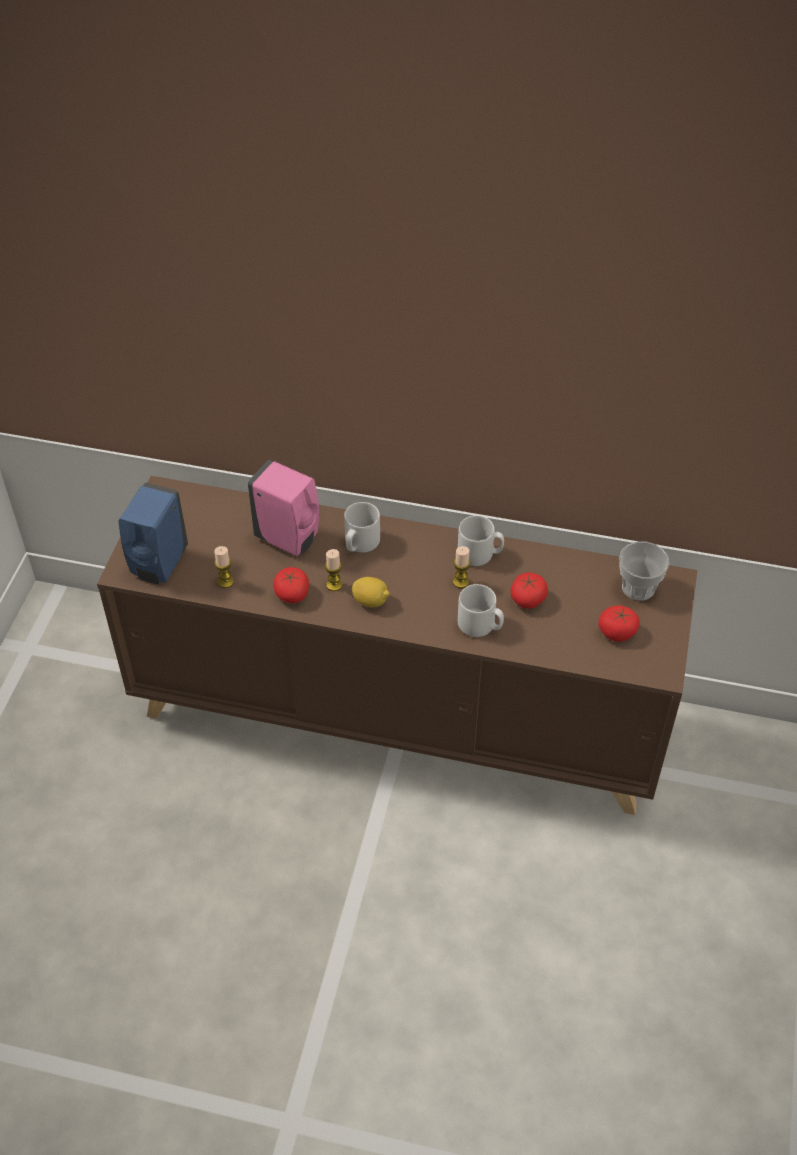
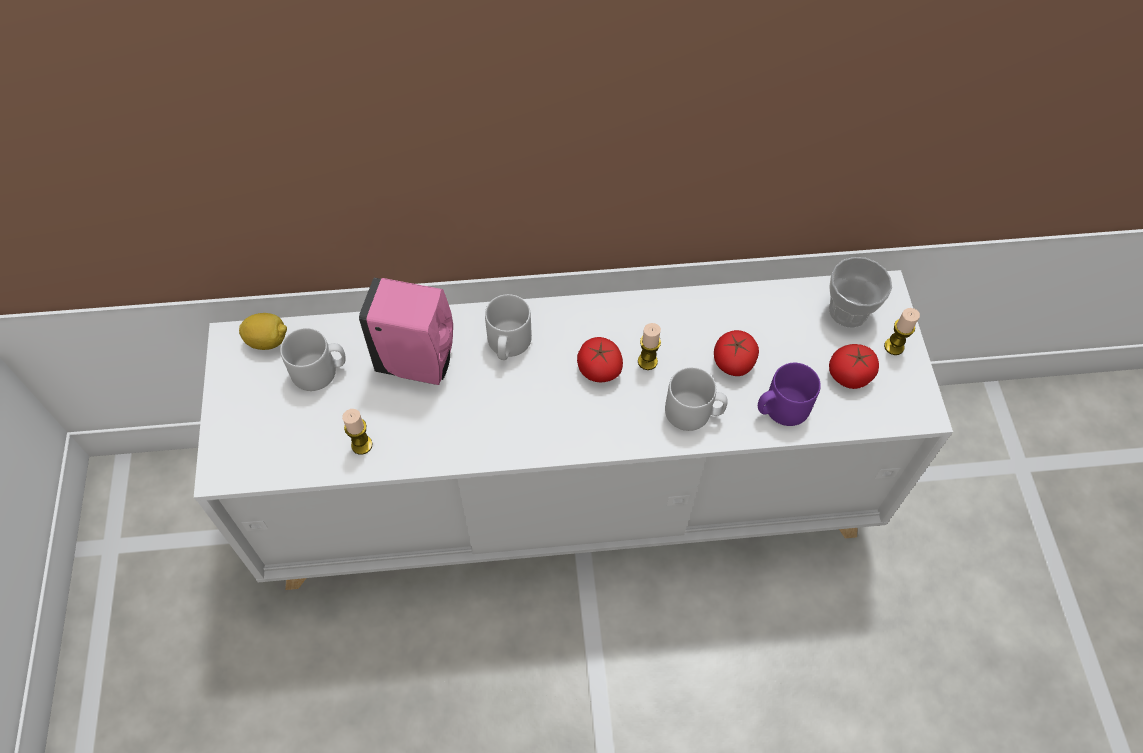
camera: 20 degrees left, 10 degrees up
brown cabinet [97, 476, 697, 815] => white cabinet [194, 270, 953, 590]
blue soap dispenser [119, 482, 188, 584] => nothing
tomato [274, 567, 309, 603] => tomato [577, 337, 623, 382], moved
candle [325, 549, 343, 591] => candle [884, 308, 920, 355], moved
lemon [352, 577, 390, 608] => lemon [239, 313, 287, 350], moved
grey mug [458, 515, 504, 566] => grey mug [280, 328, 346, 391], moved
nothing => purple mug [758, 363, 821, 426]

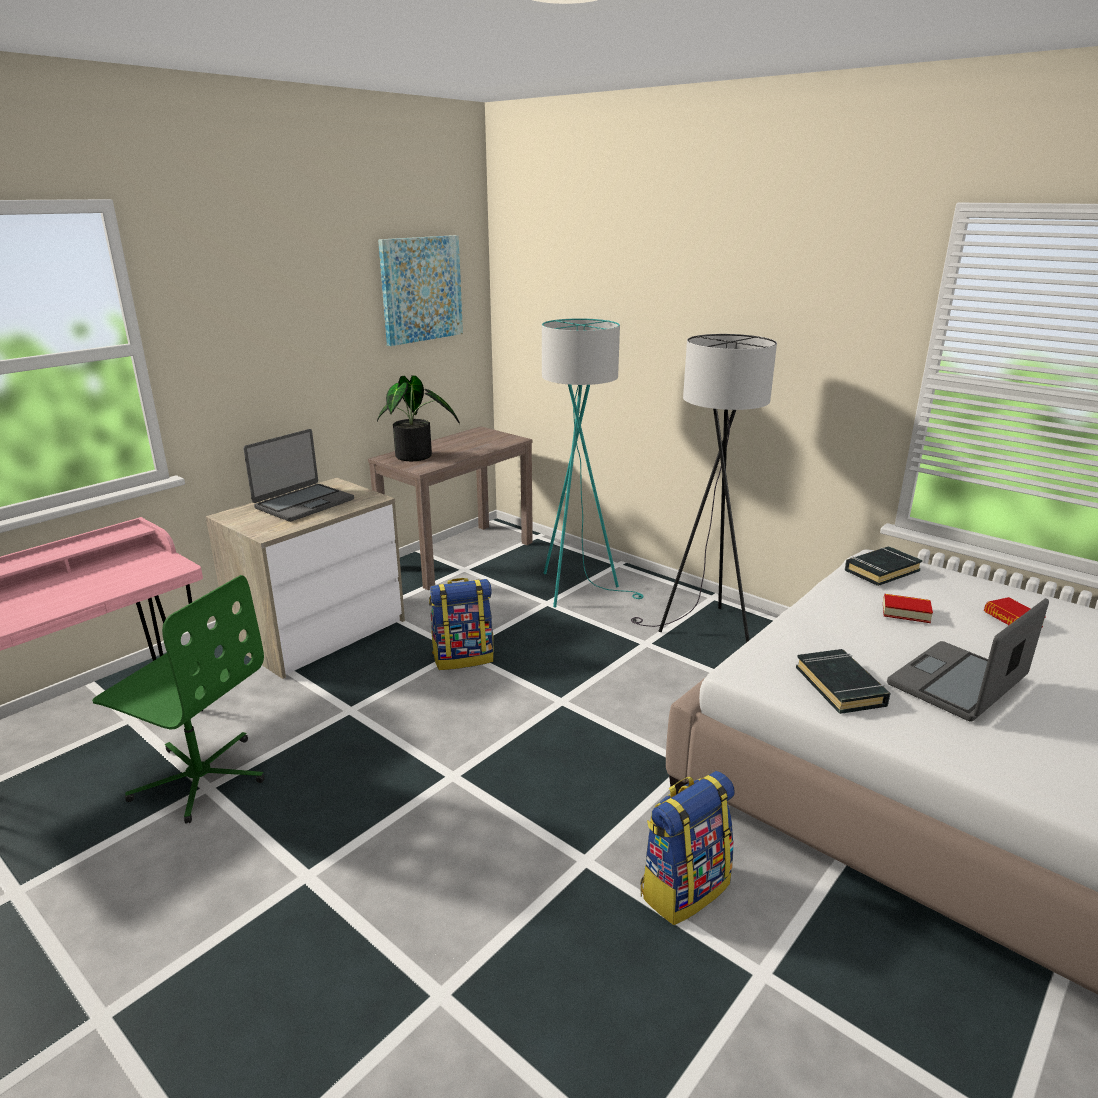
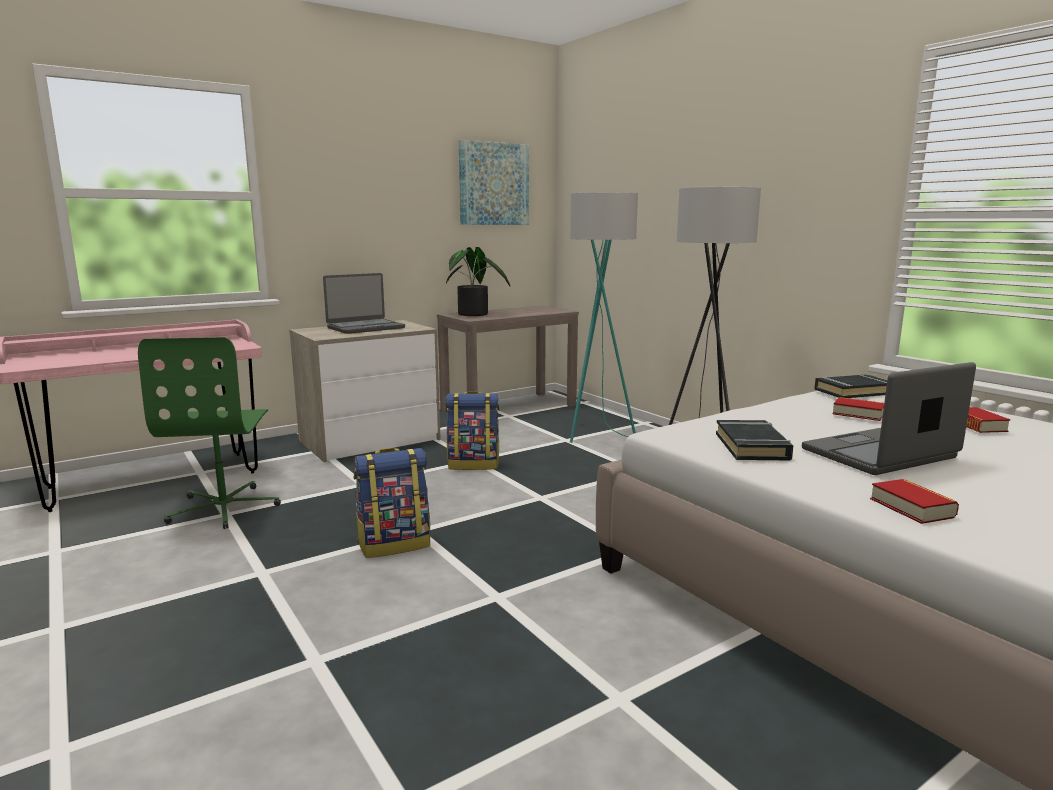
camera: 15 degrees right, 10 degrees down
green office chair [92, 575, 265, 824] => green office chair [138, 337, 281, 529], 45 degrees clockwise
backpack [640, 771, 735, 925] => backpack [354, 448, 430, 558], moved
nothing => book [870, 479, 959, 524]

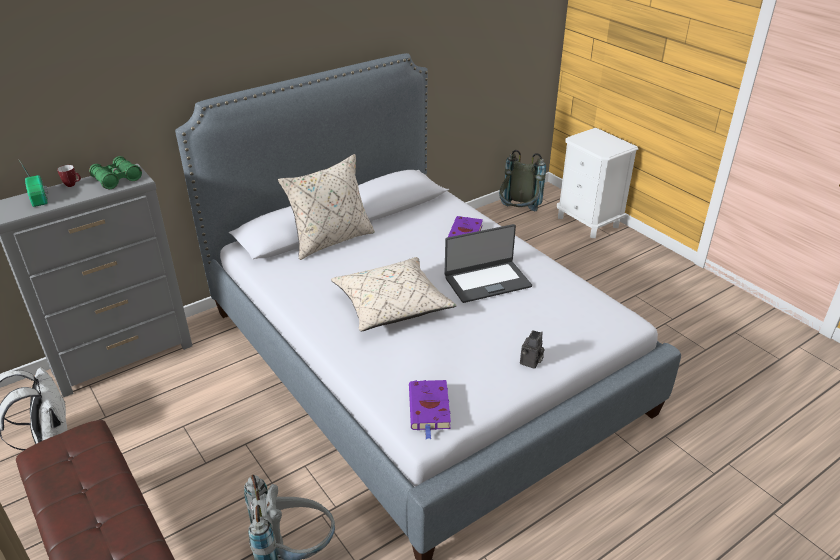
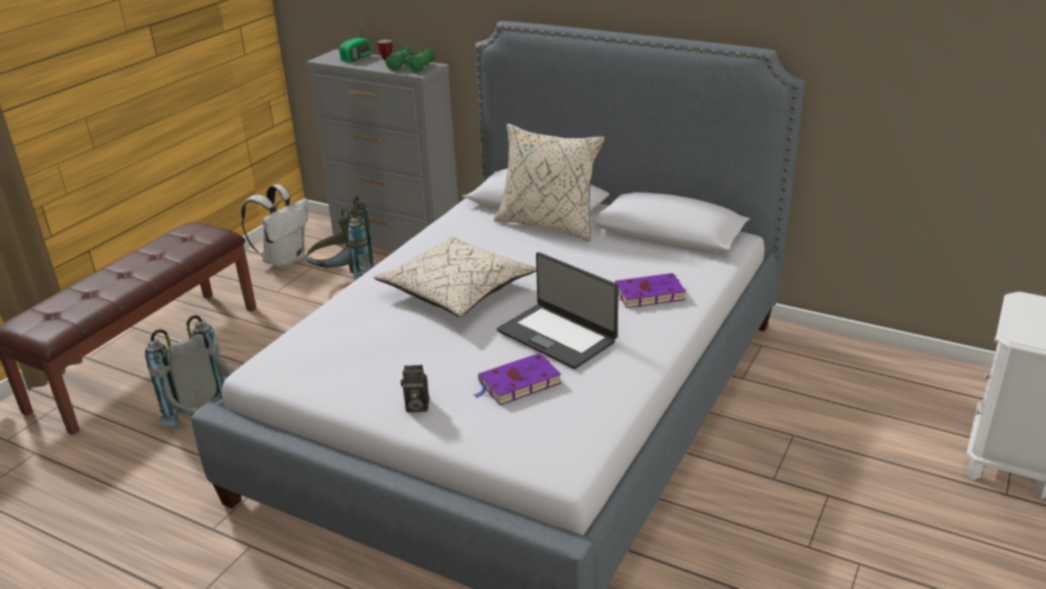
camera: 65 degrees right, 5 degrees down
purple book [409, 380, 451, 439] => purple book [474, 353, 561, 405], moved
grey backpack [499, 150, 546, 211] => grey backpack [306, 195, 374, 280], moved

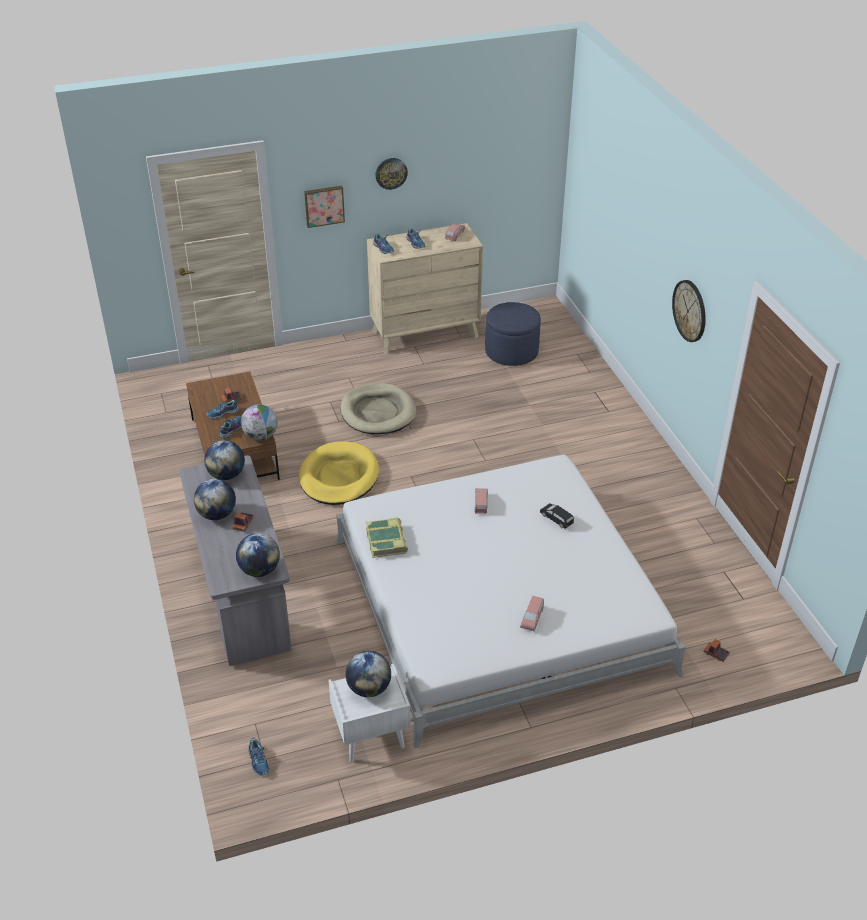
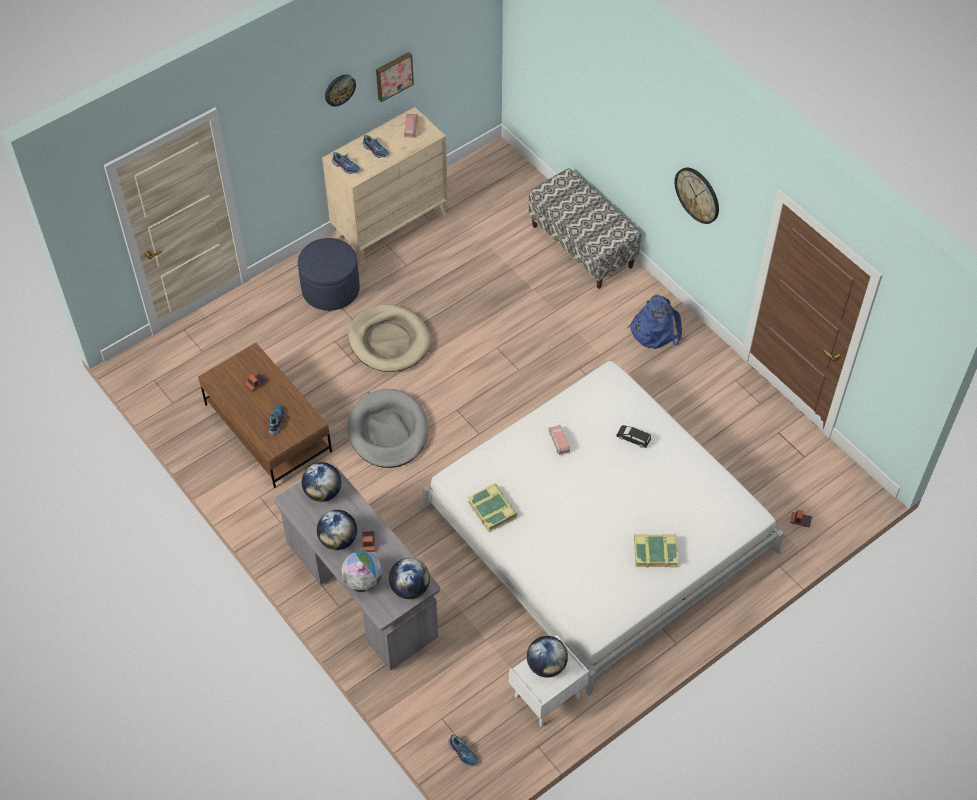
camera: 20 degrees left, 15 degrees up
shoe [206, 400, 239, 419] => nothing
globe [241, 404, 278, 441] => globe [341, 551, 382, 592], moved
yellow dog bed [299, 441, 379, 505] => grey dog bed [347, 389, 428, 468]
picture [304, 186, 345, 228] => picture [376, 52, 414, 102], moved
blue ottoman [485, 302, 541, 366] => blue ottoman [298, 238, 360, 311], moved
pink toy car [520, 596, 544, 631] => book [634, 534, 679, 567]
nothing => bench [528, 168, 641, 289]
nothing => blue backpack [627, 294, 682, 349]

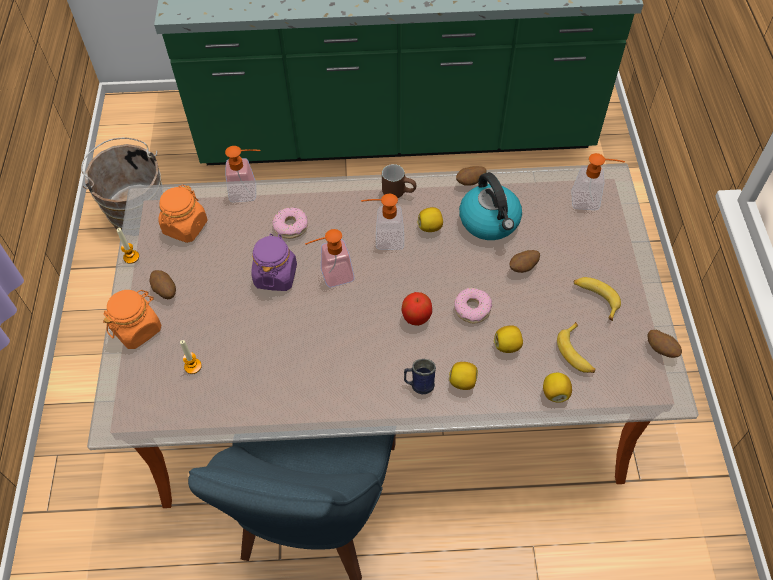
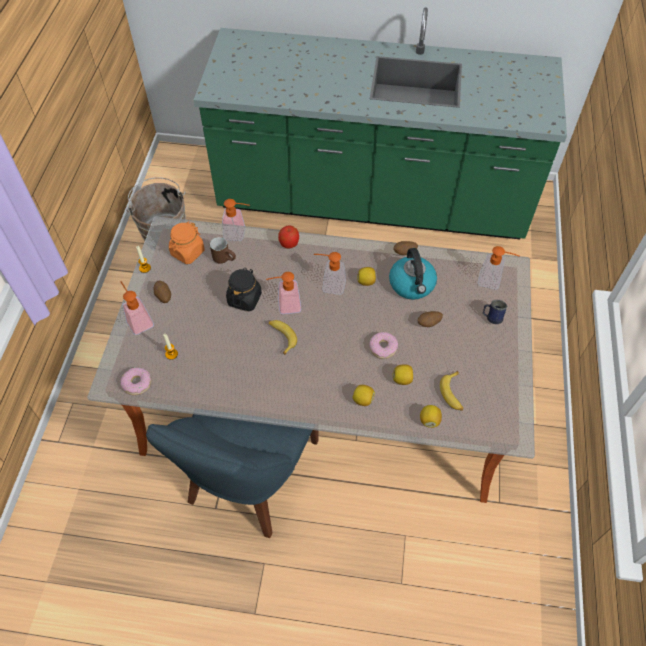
camera: 10 degrees right, 0 degrees up
orange jar [103, 290, 161, 349] => soap dispenser [120, 281, 154, 335]
purple jar [251, 233, 297, 291] => black jar [226, 267, 262, 311]
donut [272, 208, 308, 239] => donut [121, 367, 151, 395], moved
brown mug [382, 164, 416, 198] => brown mug [210, 237, 236, 264], moved
apple [401, 292, 432, 326] => apple [278, 225, 299, 249], moved
blue mug [404, 359, 436, 394] => blue mug [483, 300, 507, 324], moved
banana [574, 277, 621, 321] => banana [269, 320, 297, 355], moved
potato [647, 330, 682, 358] => nothing

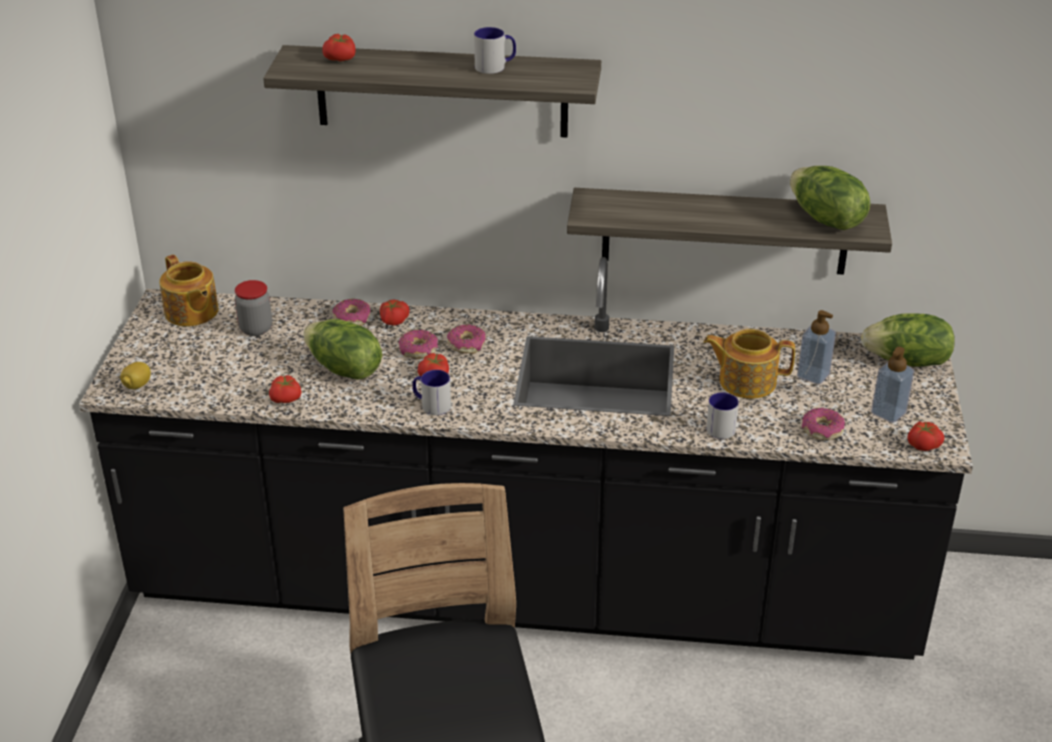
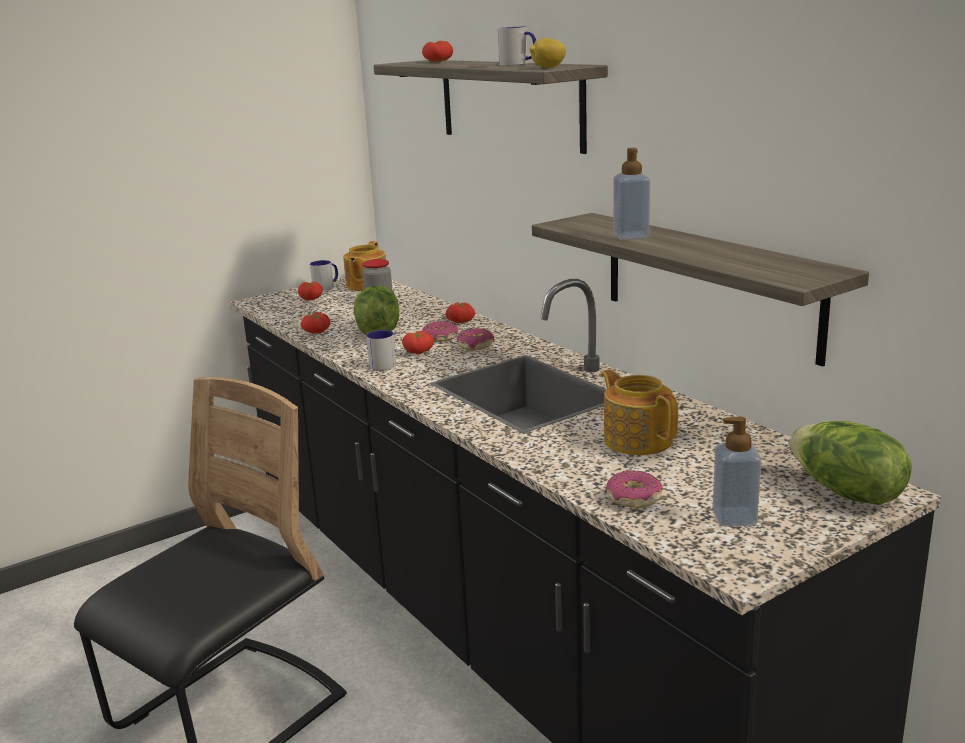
camera: 50 degrees right, 15 degrees down
lemon [120, 362, 151, 389] => lemon [529, 38, 566, 68], moved
donut [332, 299, 371, 326] => nothing
mug [706, 392, 739, 439] => mug [310, 260, 338, 291], moved
lettuce [790, 166, 871, 230] => nothing
soap dispenser [797, 310, 836, 385] => soap dispenser [613, 148, 650, 240], moved
tomato [907, 421, 944, 451] => tomato [298, 282, 323, 300], moved

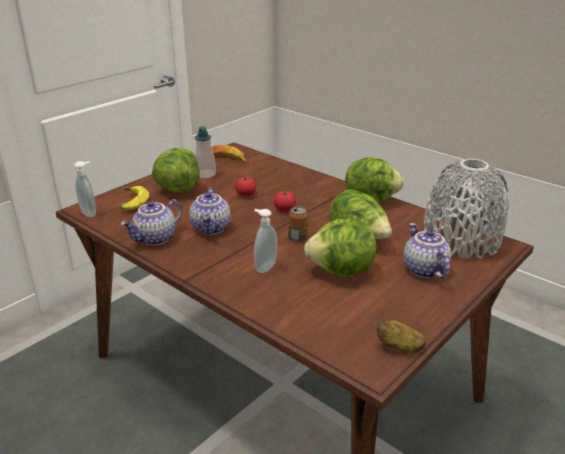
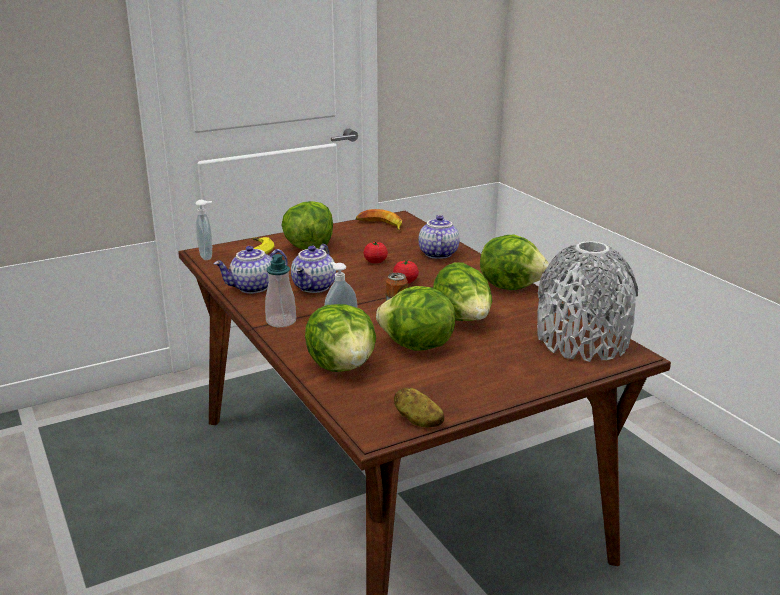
camera: 20 degrees right, 5 degrees down
soap dispenser [195, 126, 216, 178] => soap dispenser [265, 254, 296, 327], moved
teapot [403, 223, 451, 278] => teapot [419, 215, 460, 259], moved
nothing => lettuce [305, 304, 376, 372]

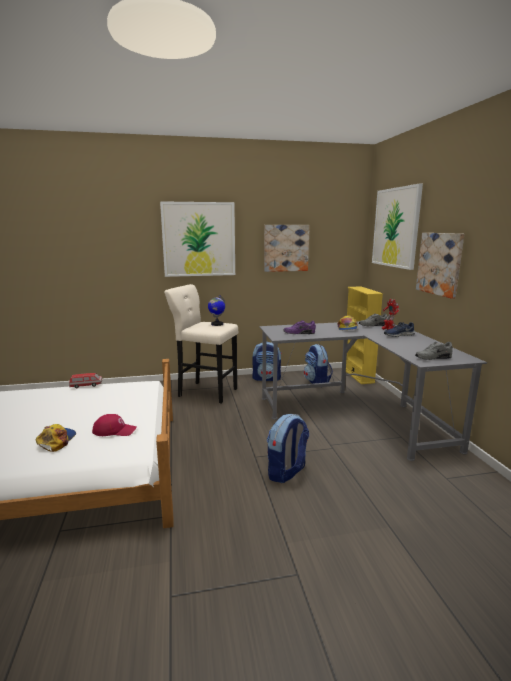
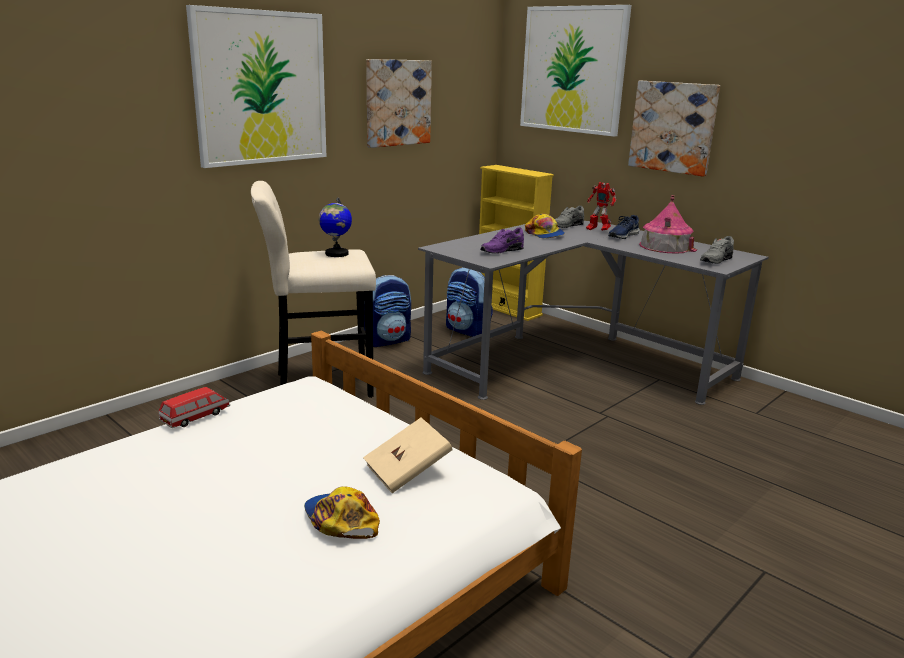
camera: 35 degrees left, 5 degrees up
red cap [92, 414, 137, 436] => beige book [363, 418, 453, 493]
backpack [267, 414, 309, 483] => nothing
nothing => toy house [639, 195, 697, 254]

